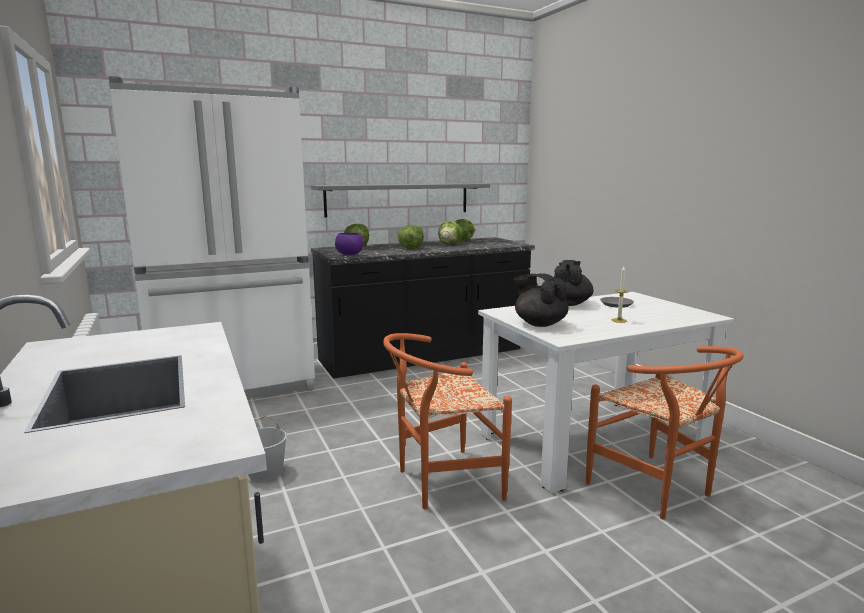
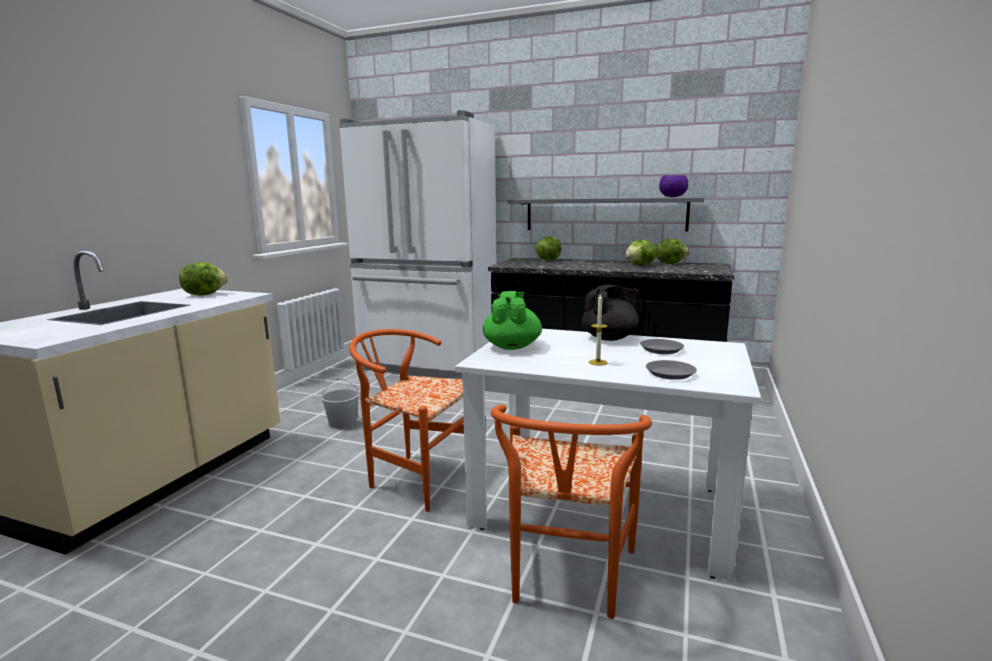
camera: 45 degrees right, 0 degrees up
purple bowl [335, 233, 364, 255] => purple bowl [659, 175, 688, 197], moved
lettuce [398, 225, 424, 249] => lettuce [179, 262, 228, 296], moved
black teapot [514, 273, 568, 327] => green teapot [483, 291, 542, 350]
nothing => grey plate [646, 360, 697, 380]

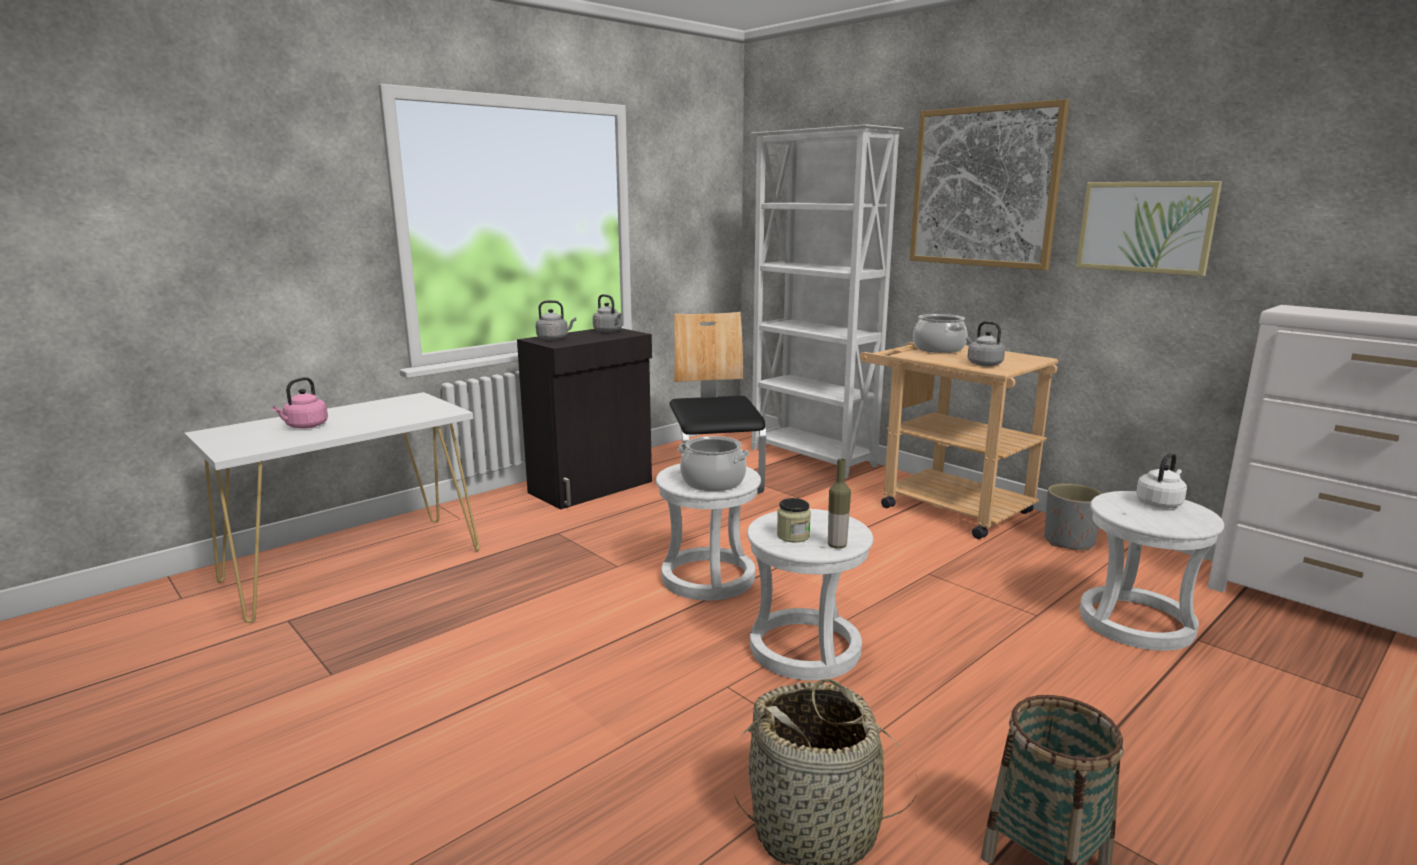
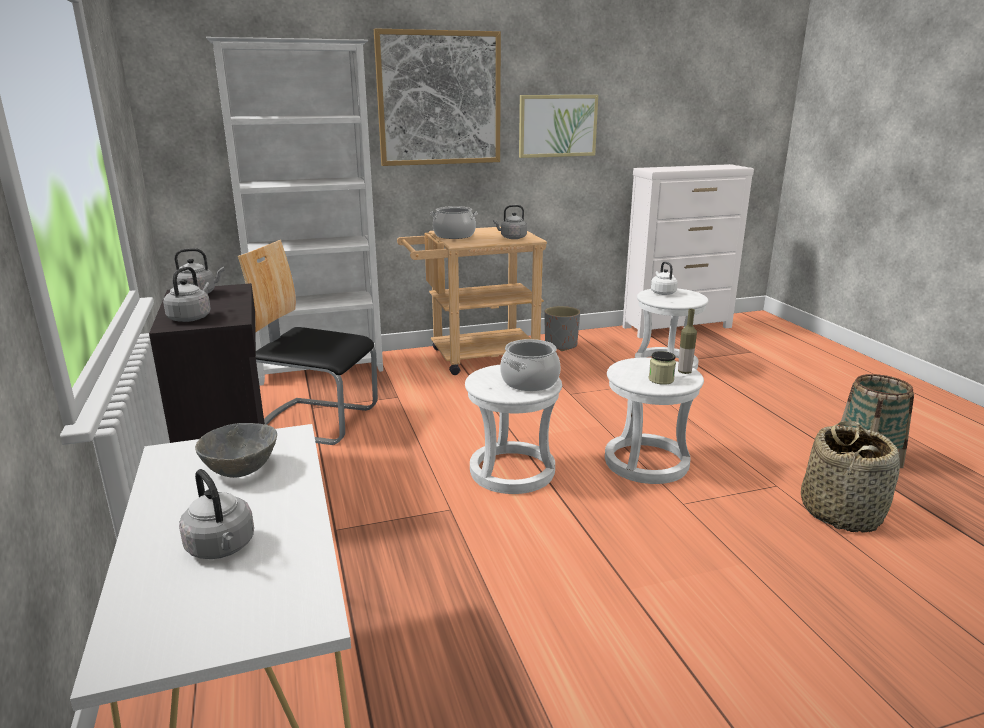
camera: 65 degrees left, 5 degrees up
pink kettle [272, 377, 328, 429] => grey kettle [179, 469, 254, 559]
nothing => grey bowl [195, 423, 277, 478]

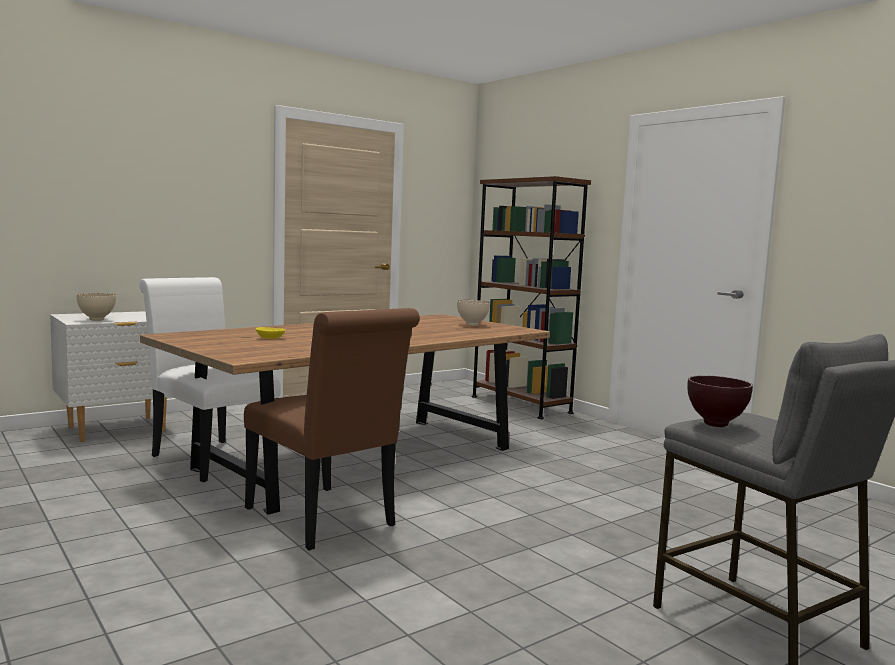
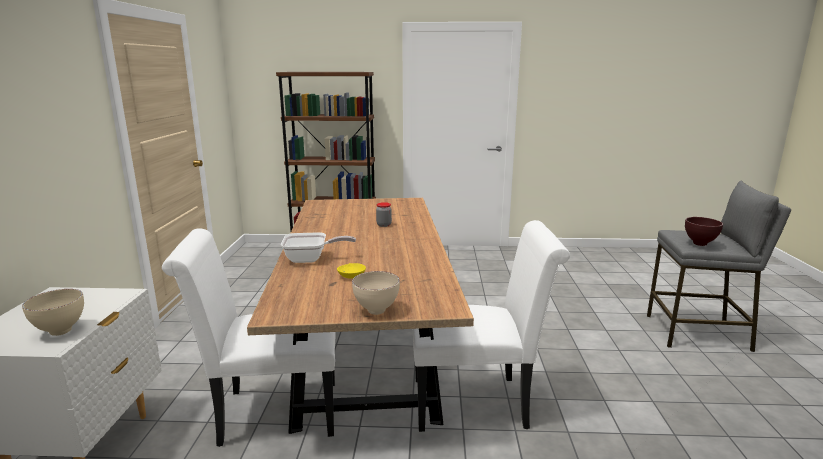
camera: 50 degrees left, 10 degrees up
brown chair [244, 308, 420, 551] => white chair [413, 220, 570, 432]
beige bowl [457, 300, 490, 326] => beige bowl [352, 271, 400, 315], moved
nothing => frying pan [281, 232, 356, 263]
nothing => jar [376, 202, 392, 227]

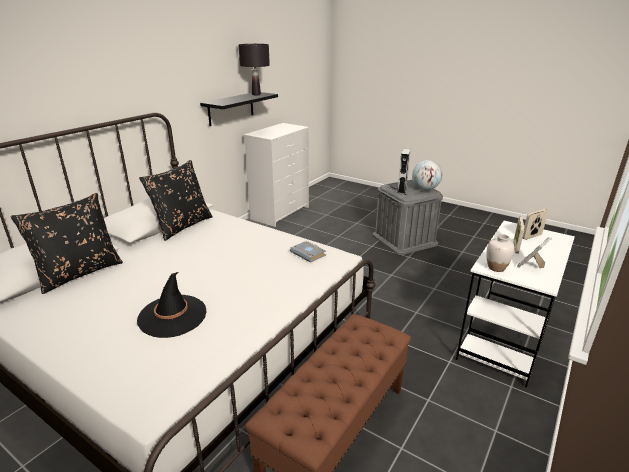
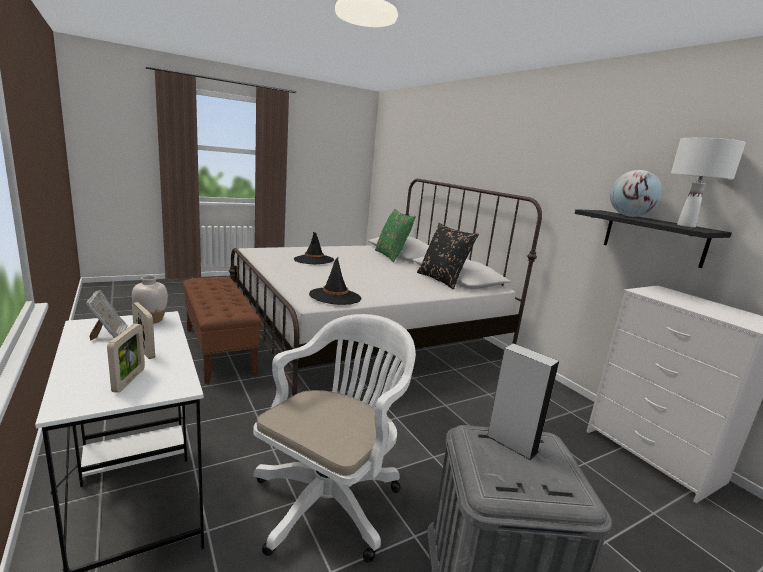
camera: 115 degrees right, 10 degrees down
black pillow [10, 193, 123, 294] => green pillow [375, 209, 416, 263]
black table lamp [238, 44, 270, 95] => white table lamp [671, 138, 746, 228]
grey book [290, 241, 326, 263] => black hat [309, 257, 361, 305]
globe [412, 160, 442, 190] => globe [610, 170, 663, 217], moved
nothing => white office chair [253, 314, 416, 563]

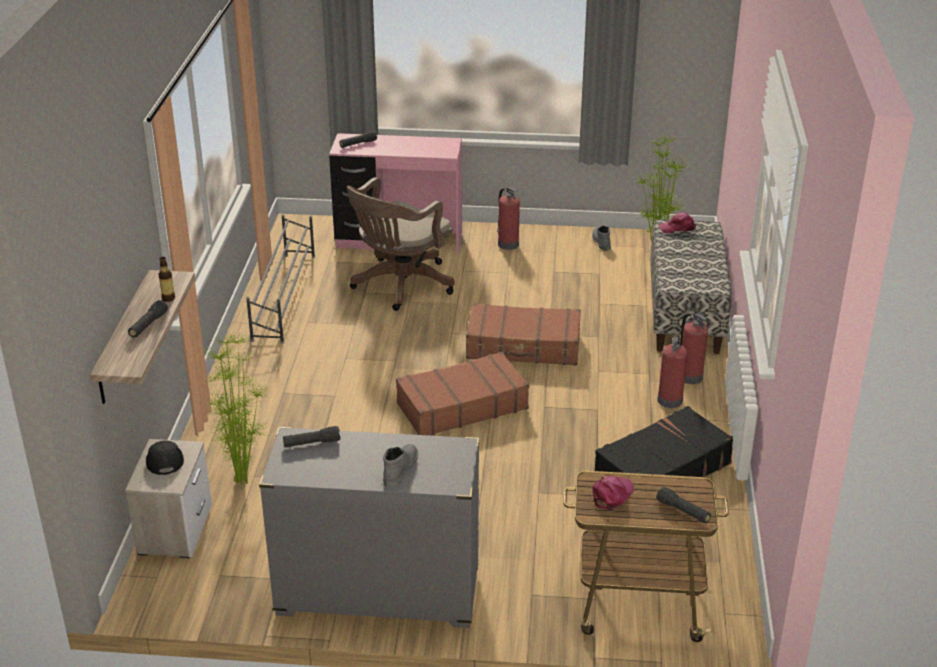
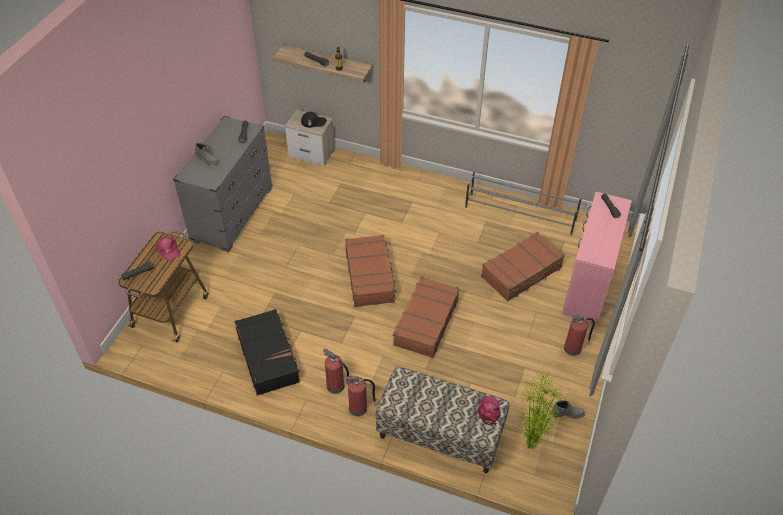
camera: 105 degrees right, 15 degrees up
potted plant [203, 332, 271, 485] => nothing
brown office chair [347, 177, 455, 311] => brown suitcase [481, 232, 565, 301]

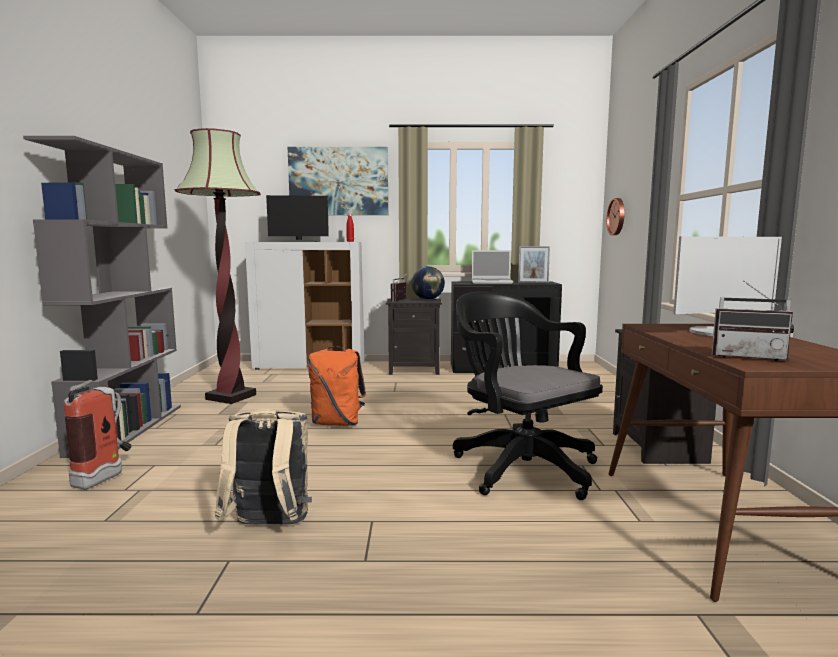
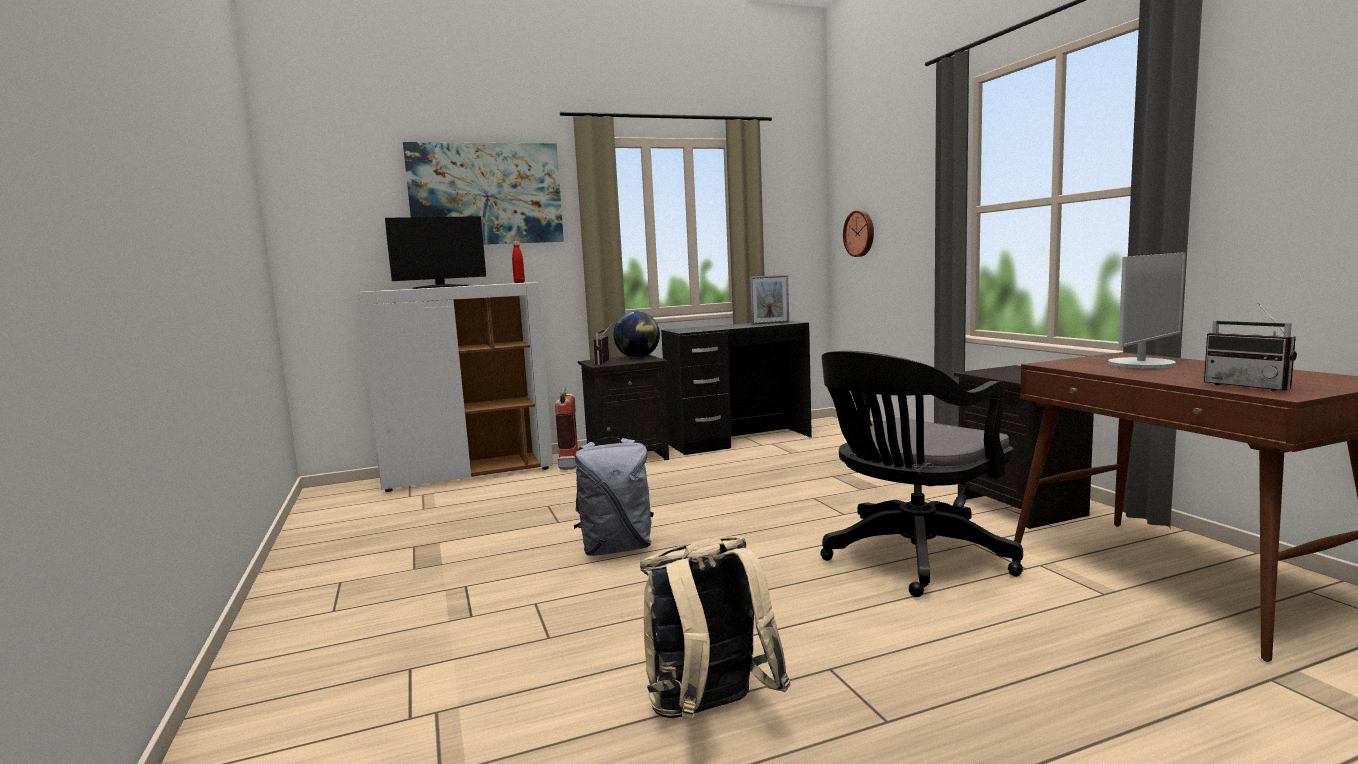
camera: 20 degrees left, 0 degrees up
grey bookcase [23, 136, 181, 458] => nothing
fire extinguisher [64, 380, 132, 489] => fire extinguisher [555, 387, 578, 470], moved
floor lamp [174, 128, 260, 404] => nothing
orange backpack [308, 346, 366, 426] => grey backpack [574, 437, 654, 556]
black office chair [453, 291, 603, 500] => black office chair [820, 351, 1023, 597], 75 degrees counterclockwise
laptop [472, 250, 513, 284] => nothing
radio [712, 280, 794, 361] => radio [1204, 302, 1297, 391], 60 degrees clockwise

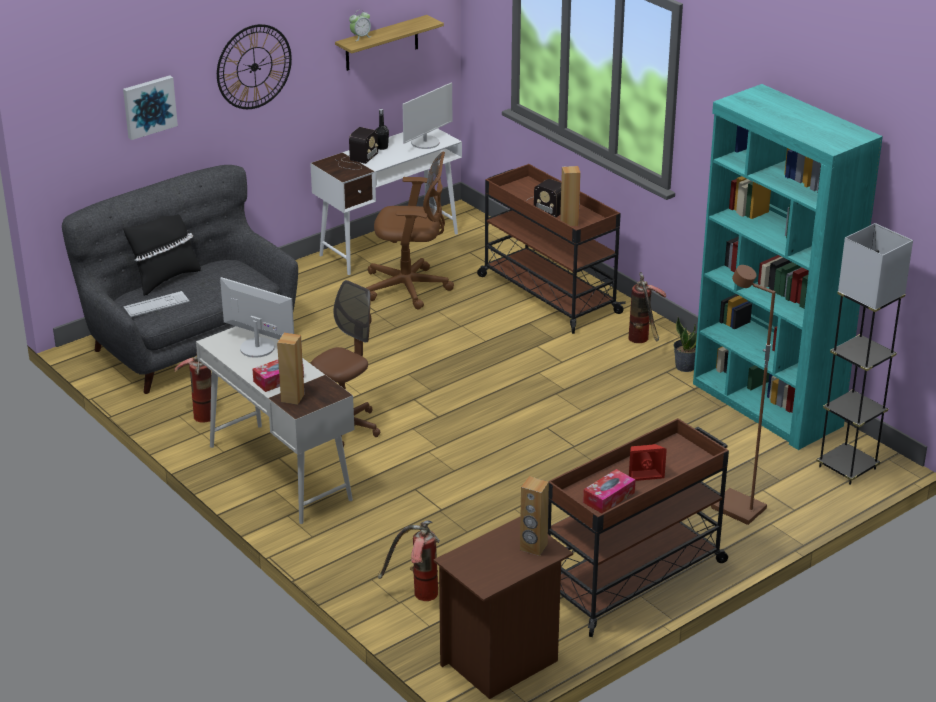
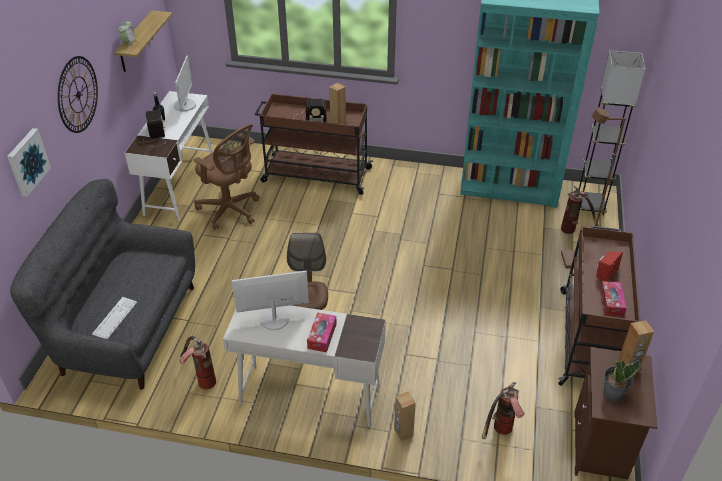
camera: 40 degrees left, 10 degrees up
black pillow [123, 214, 201, 296] => nothing
brown speaker [277, 333, 304, 405] => brown speaker [394, 391, 416, 441], moved
brown office chair [366, 152, 454, 310] => brown office chair [194, 124, 260, 230], 75 degrees clockwise
fire extinguisher [628, 272, 666, 343] => fire extinguisher [561, 186, 599, 234], moved
potted plant [673, 317, 697, 372] => potted plant [603, 360, 641, 401], moved

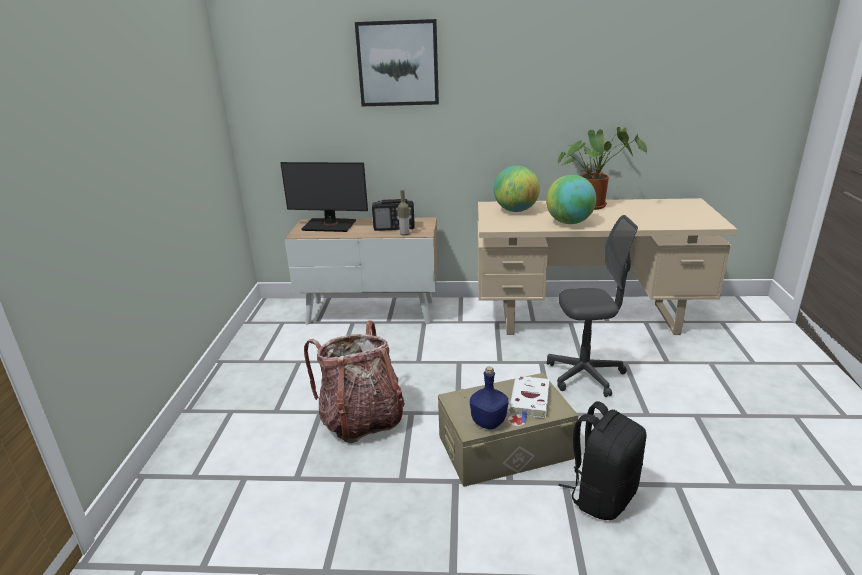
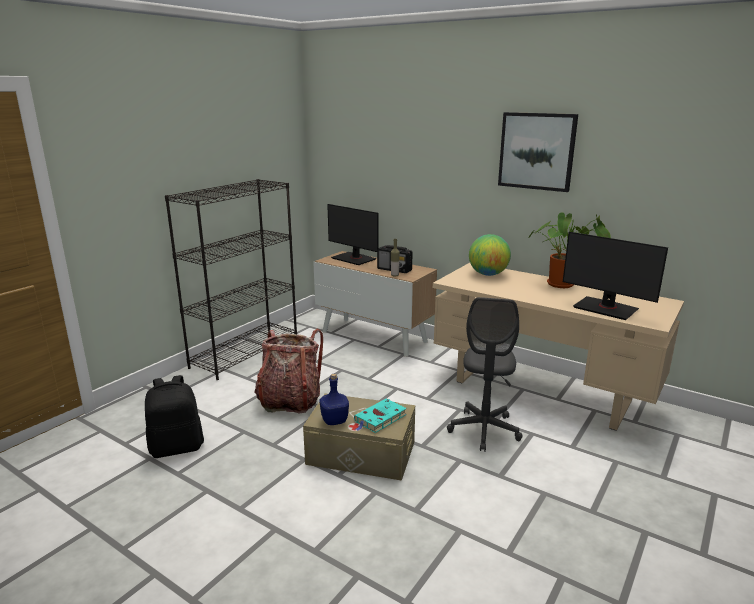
camera: 30 degrees right, 5 degrees down
picture [355, 19, 439, 106] => picture [498, 112, 578, 192], moved
white book [509, 376, 549, 424] => turquoise book [354, 398, 407, 433]
globe [546, 175, 596, 224] => nothing
grey office chair [547, 215, 638, 397] => grey office chair [447, 297, 523, 452], 75 degrees clockwise
black backpack [559, 401, 646, 520] => black backpack [145, 375, 204, 458], moved
nothing => black bookcase [165, 179, 297, 380]
nothing => monitor [563, 232, 668, 320]

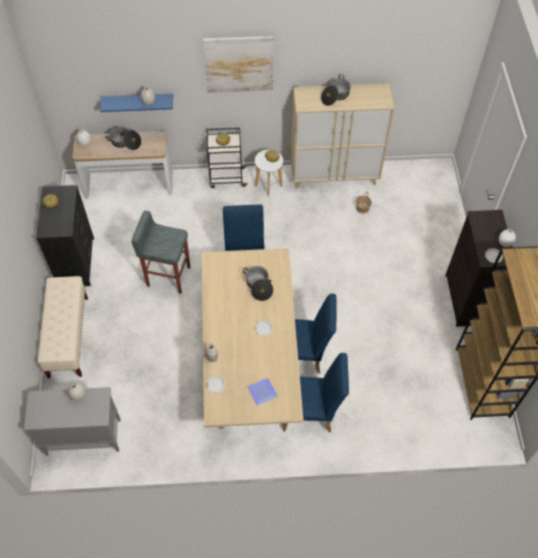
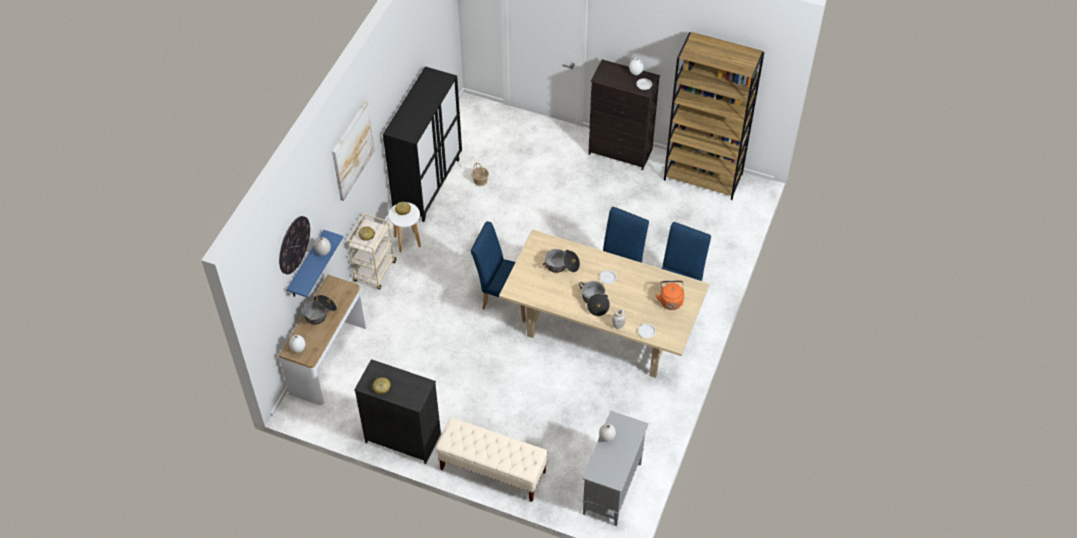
camera: 65 degrees left, 5 degrees down
grey stool [131, 211, 190, 294] => nothing
black cart [207, 128, 247, 188] => beige cart [347, 213, 397, 289]
plate [248, 378, 278, 406] => orange kettle [655, 281, 684, 310]
beige cabinet [291, 83, 394, 188] => black cabinet [383, 67, 462, 222]
cooking pot [321, 75, 351, 106] => cooking pot [579, 281, 610, 316], moved
nothing => wall clock [279, 216, 310, 274]

